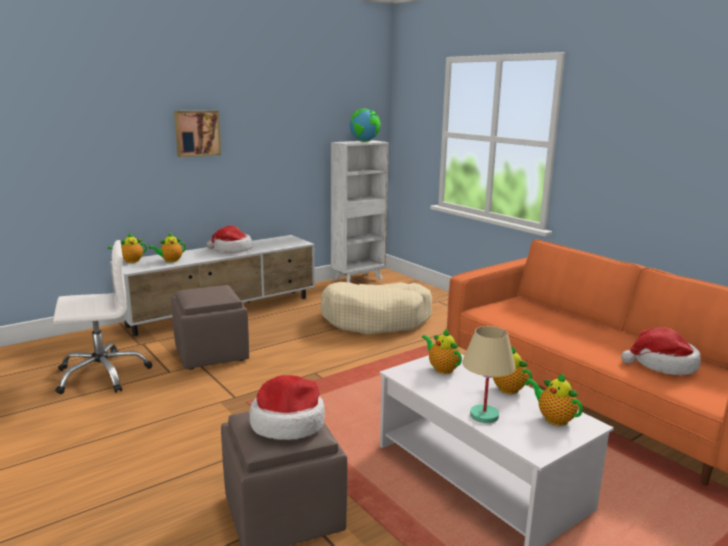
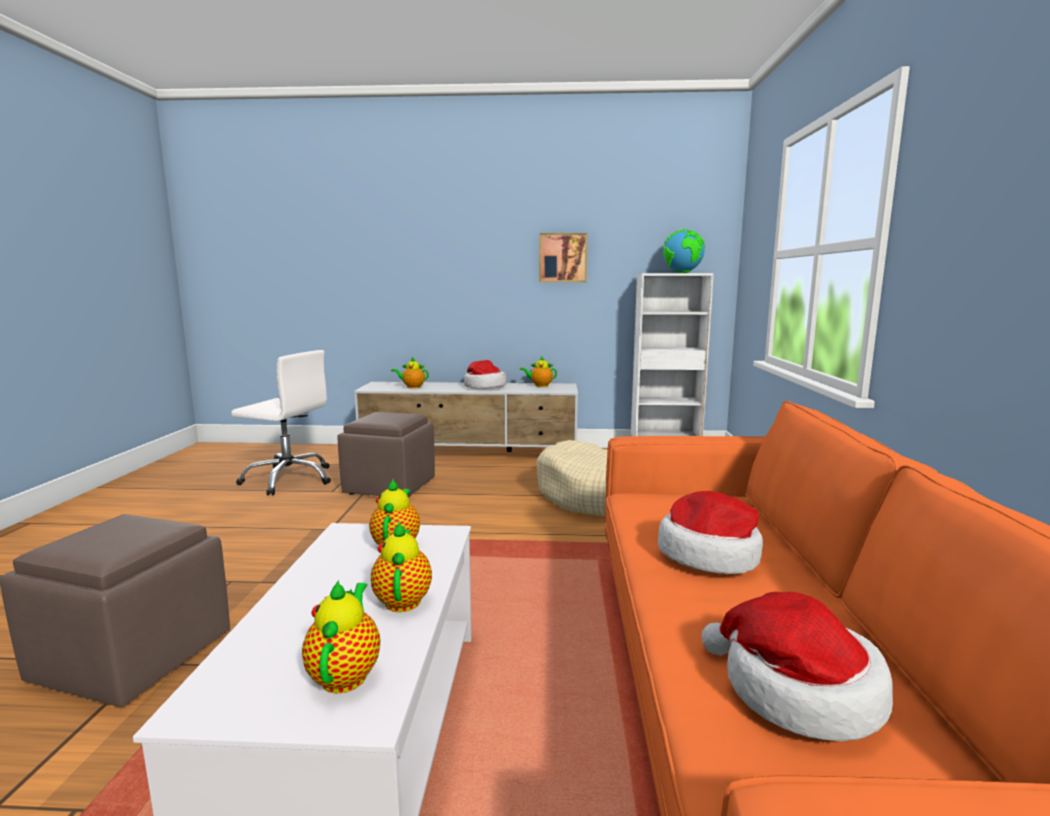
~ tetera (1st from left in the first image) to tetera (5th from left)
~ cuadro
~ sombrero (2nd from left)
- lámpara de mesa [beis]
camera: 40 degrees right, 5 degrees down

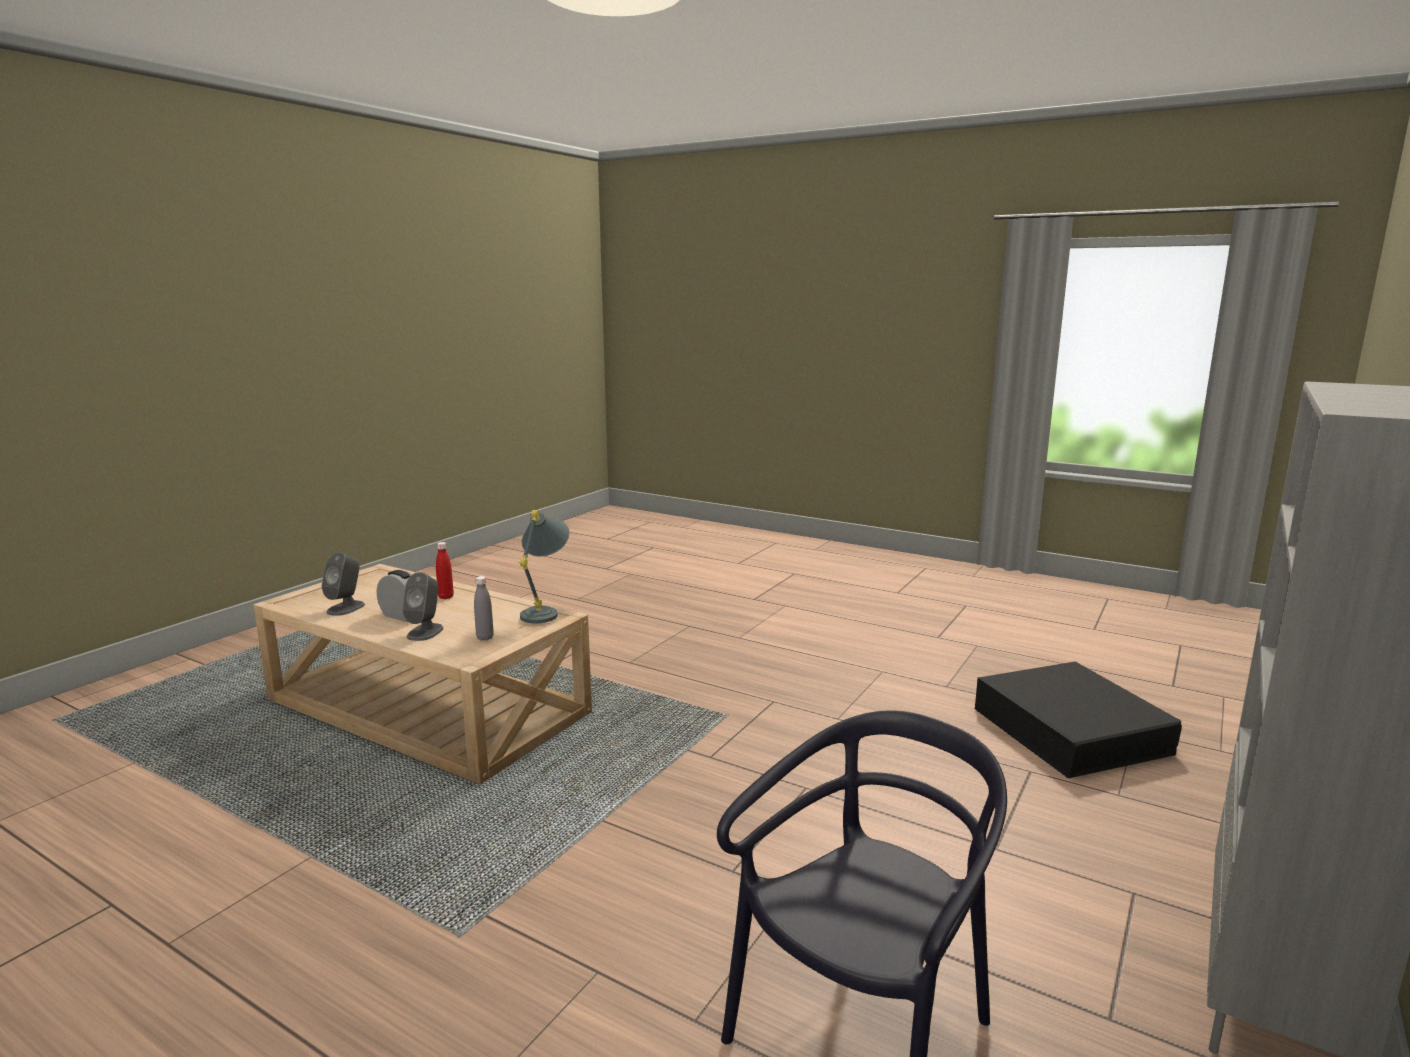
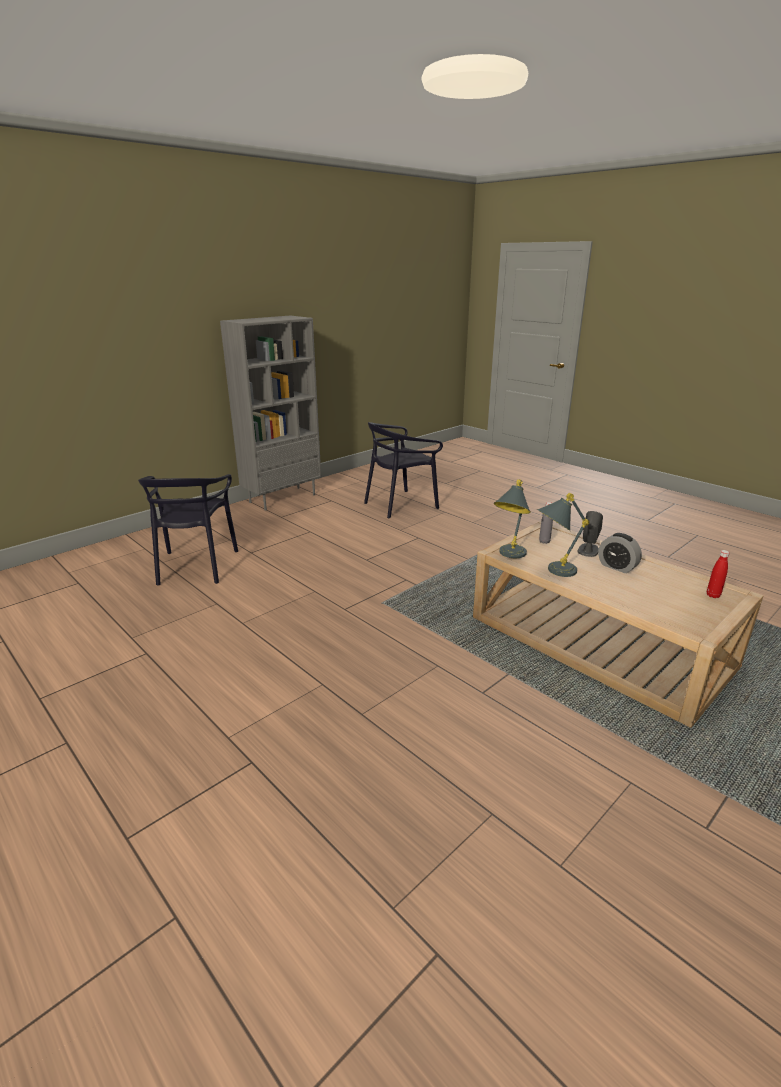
- altavoz [gris] (1st from left)
~ botella [rojo]
~ caja de almacenaje [negro] to silla [negro] (1st from left)
+ lámpara de mesa [gris] (2nd from left)
camera: 165 degrees left, 10 degrees up

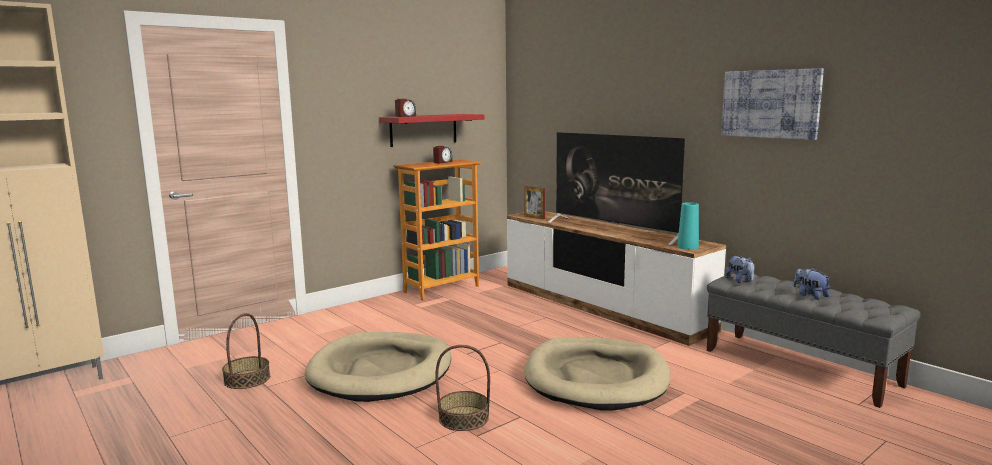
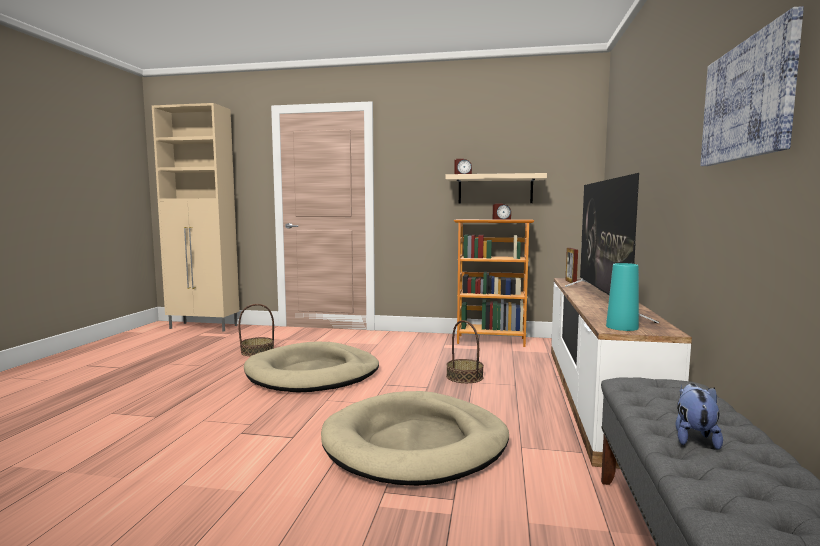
~ estante [rojo] to estante [beis]
~ cesta (2nd from left)
- peluche (1st from left)
camera: 50 degrees right, 5 degrees down

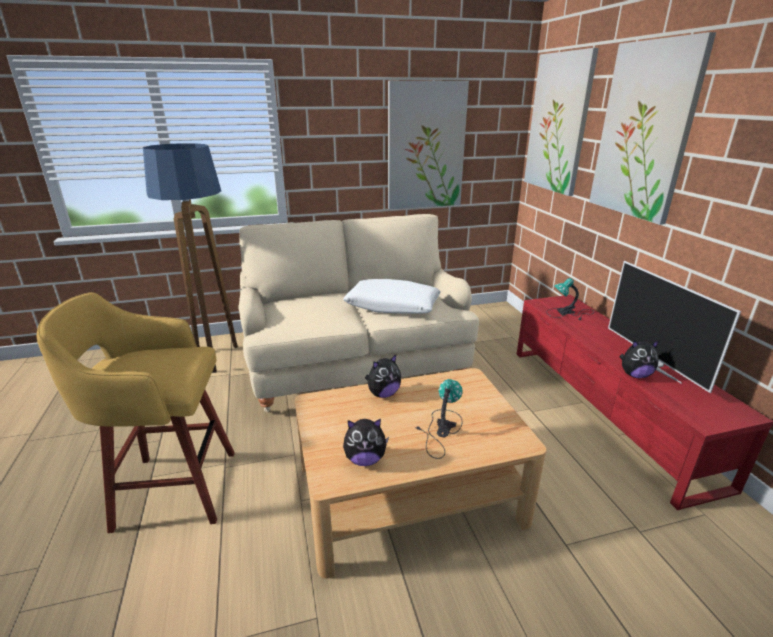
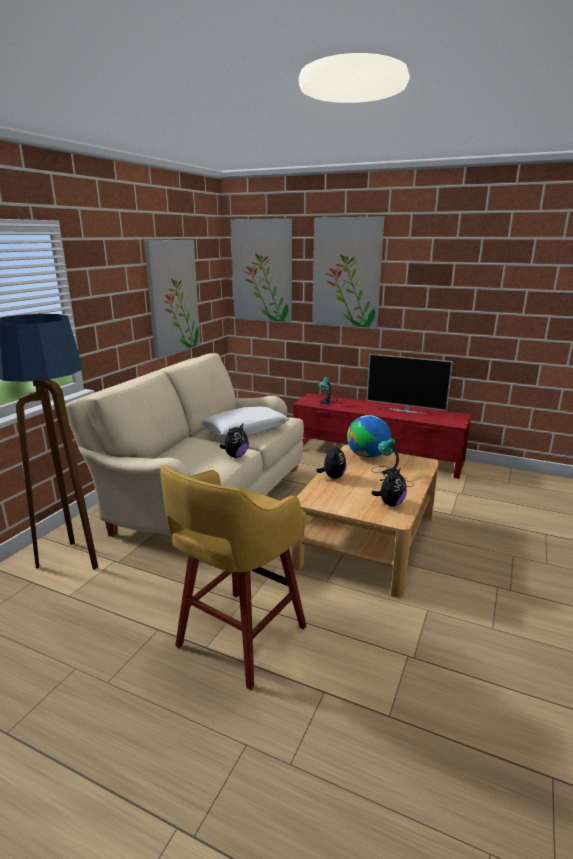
~ peluche (3rd from left in the first image) to peluche (1st from left)
+ globo terráqueo
camera: 50 degrees left, 5 degrees down

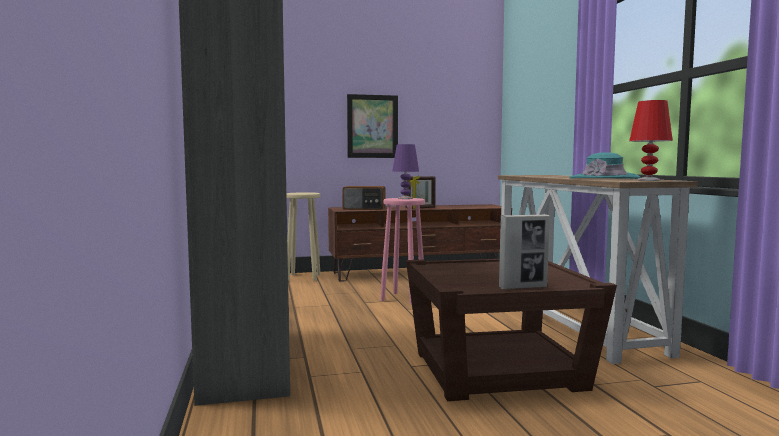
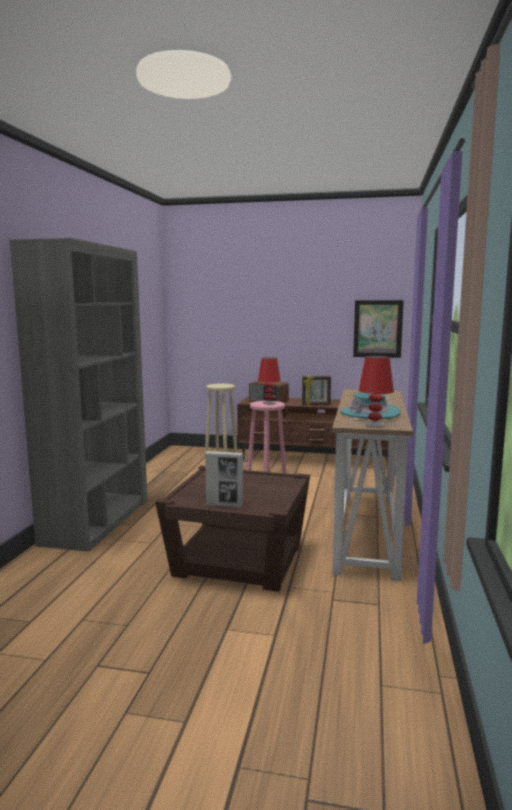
~ cuadro
~ lámpara de mesa [morado] to lámpara de mesa [rojo] (1st from left)
camera: 25 degrees right, 5 degrees up

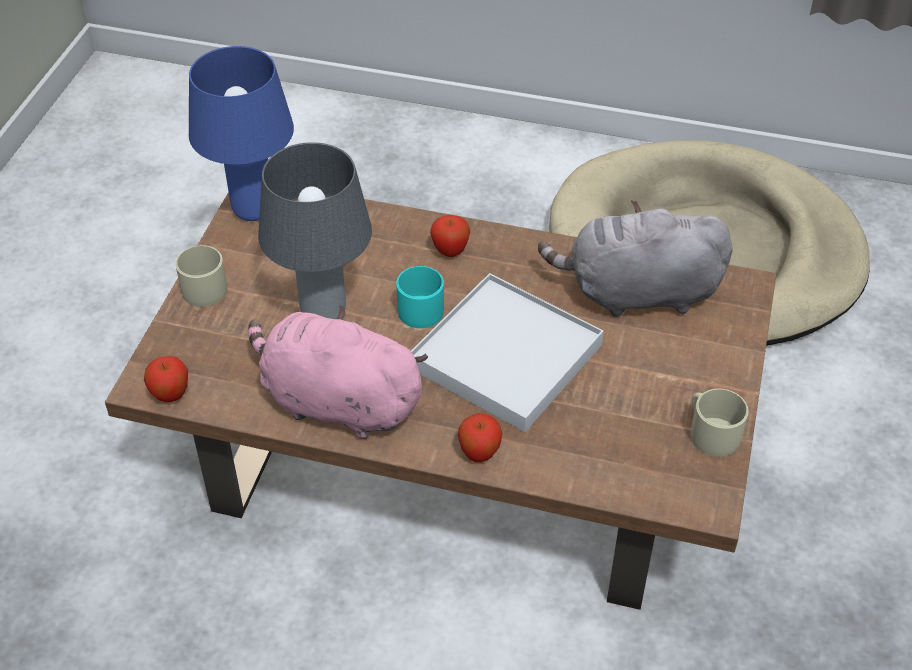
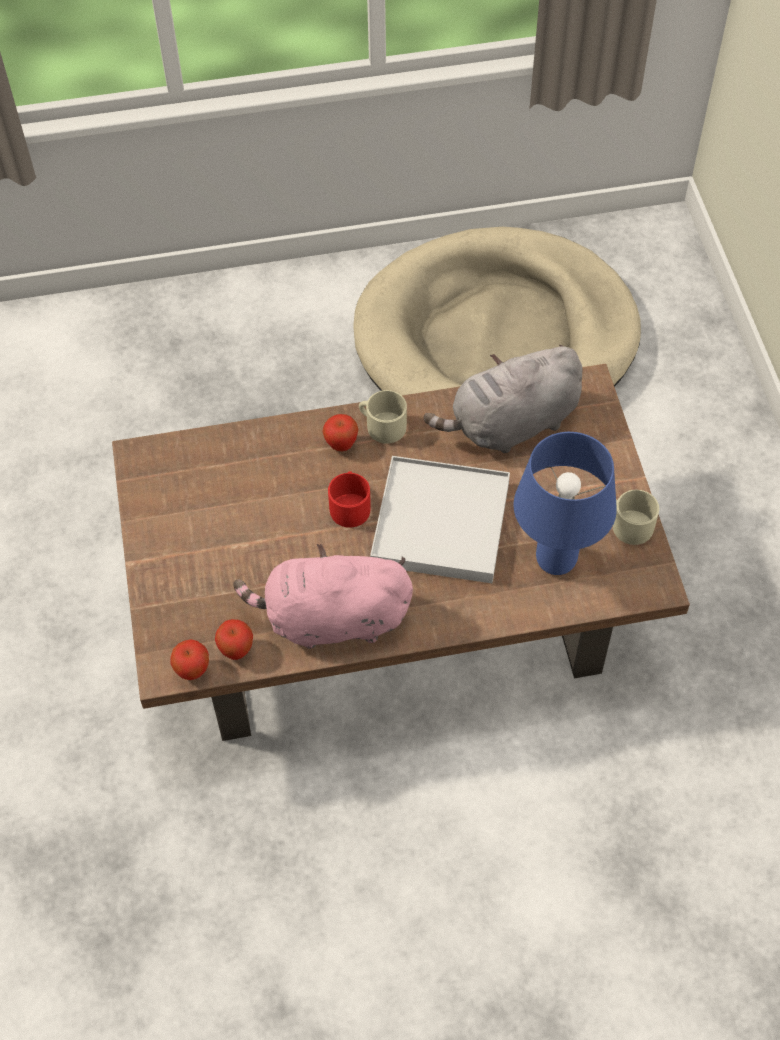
~ taza grande [beis] (1st from left)
~ lámpara de mesa [azul]
- lámpara de mesa [gris]
~ taza grande [turquesa] to taza grande [rojo]
~ manzana (3rd from left in the first image) to manzana (2nd from left)
camera: 25 degrees left, 10 degrees up

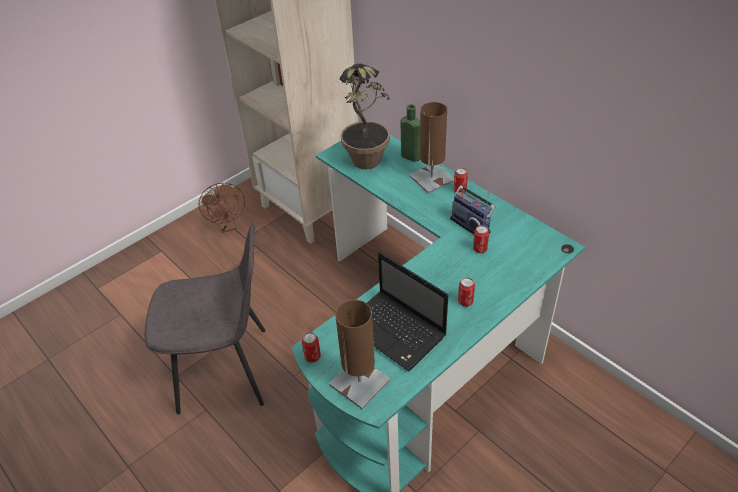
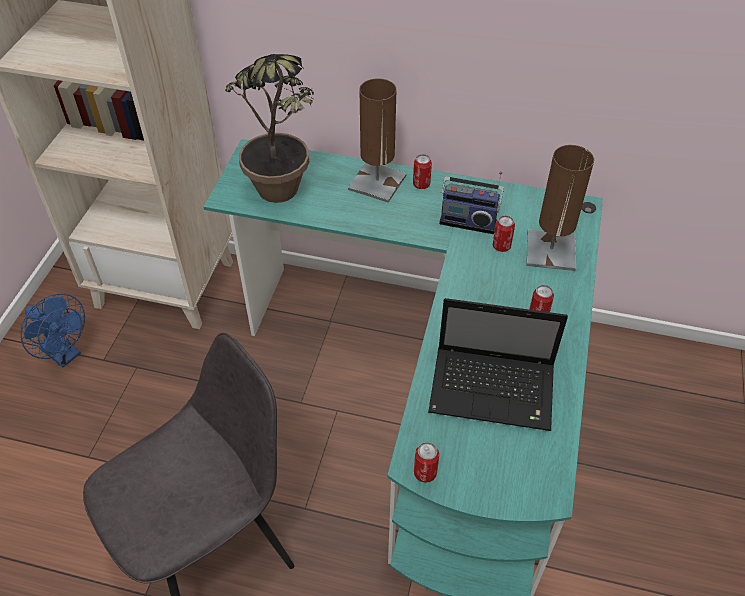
~ ventilador [marrón] to ventilador [azul]
~ lámpara de mesa [marrón] (1st from left in the first image) to lámpara de mesa [marrón] (2nd from left)
- botella [verde]
camera: 35 degrees left, 5 degrees up

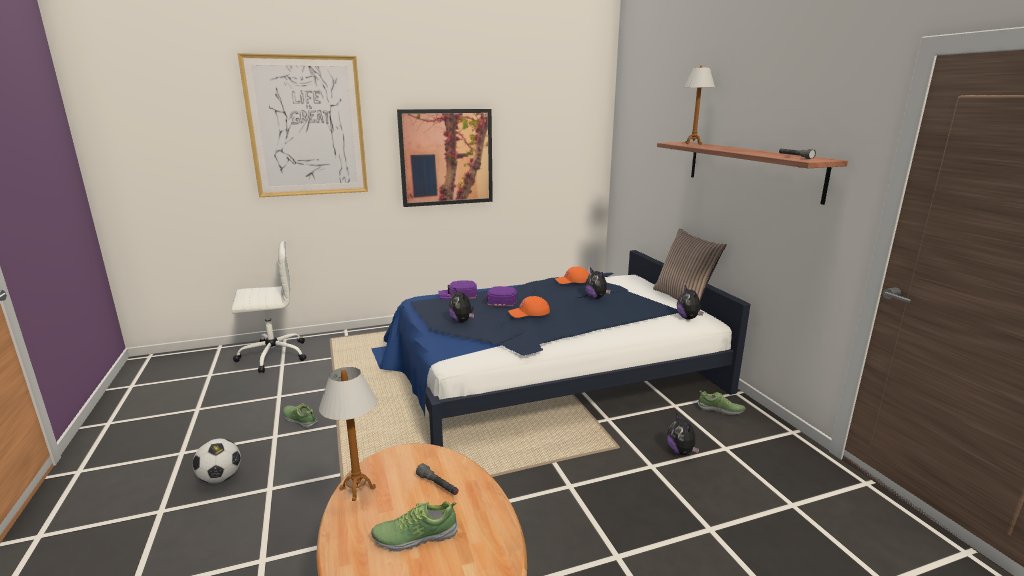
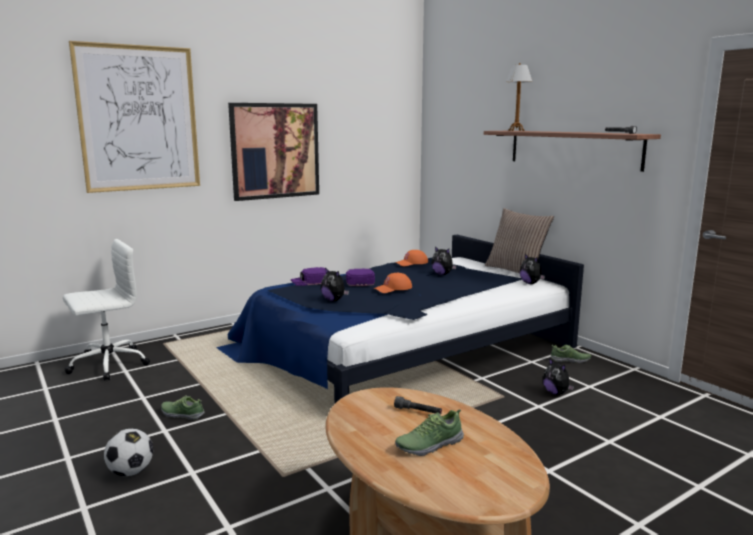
- lámpara de mesa (1st from left)
camera: 15 degrees left, 5 degrees down

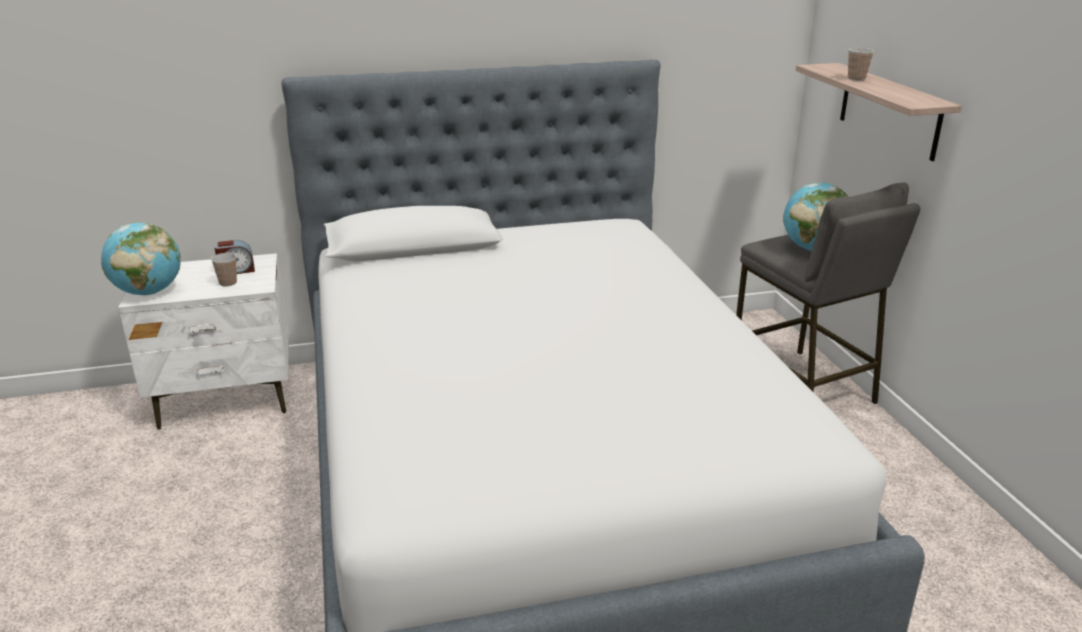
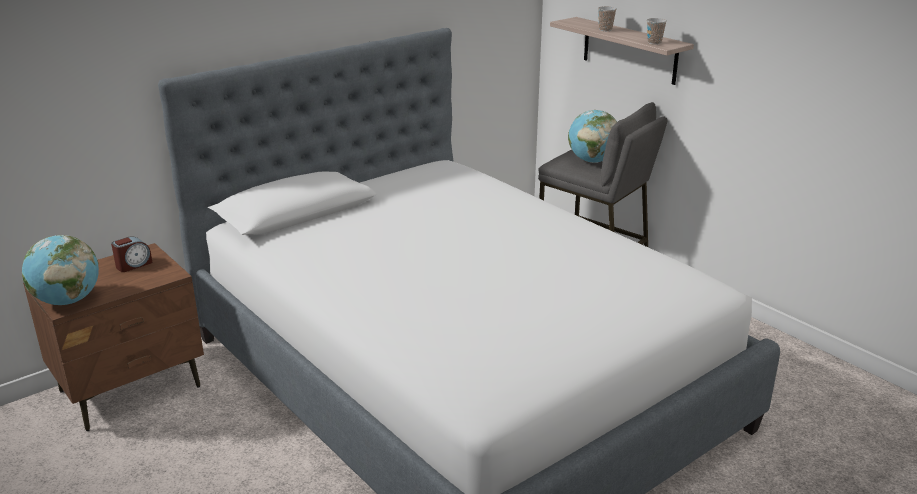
~ mesita de noche [blanco] to mesita de noche [marrón]
~ taza (1st from left in the first image) to taza (2nd from left)
camera: 25 degrees left, 0 degrees up

